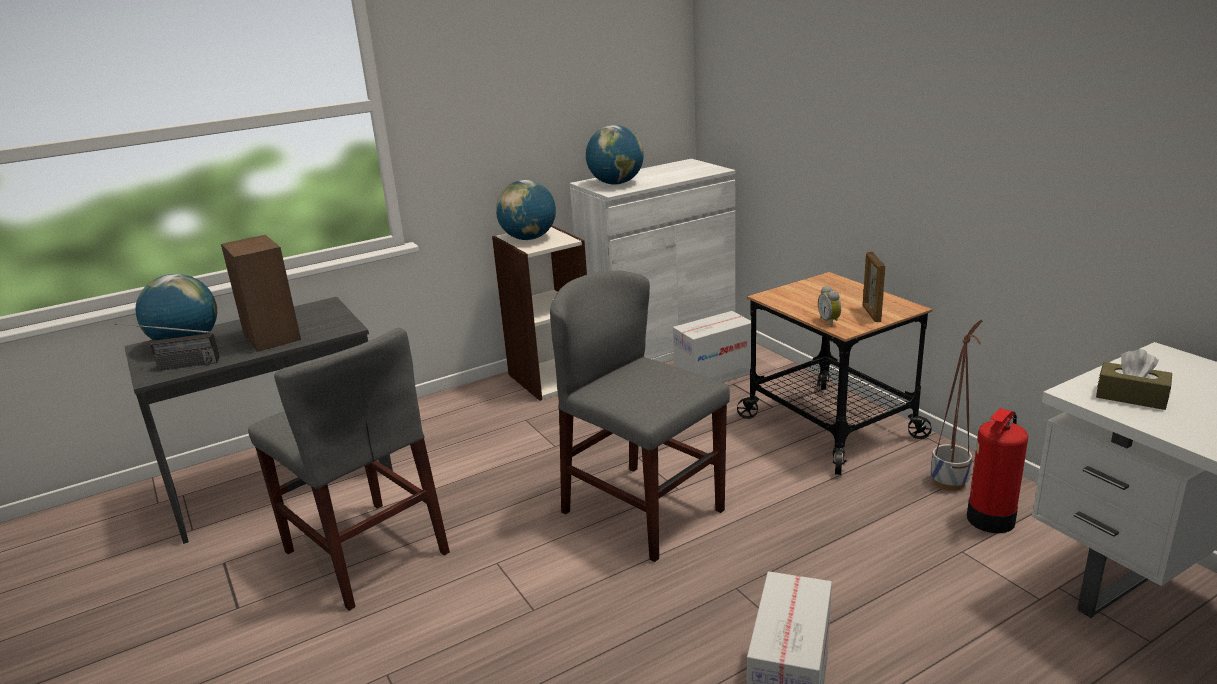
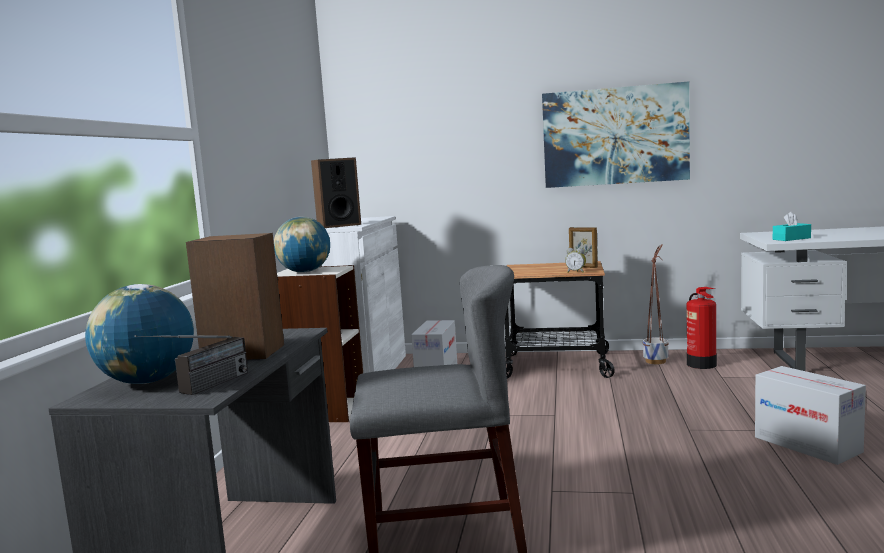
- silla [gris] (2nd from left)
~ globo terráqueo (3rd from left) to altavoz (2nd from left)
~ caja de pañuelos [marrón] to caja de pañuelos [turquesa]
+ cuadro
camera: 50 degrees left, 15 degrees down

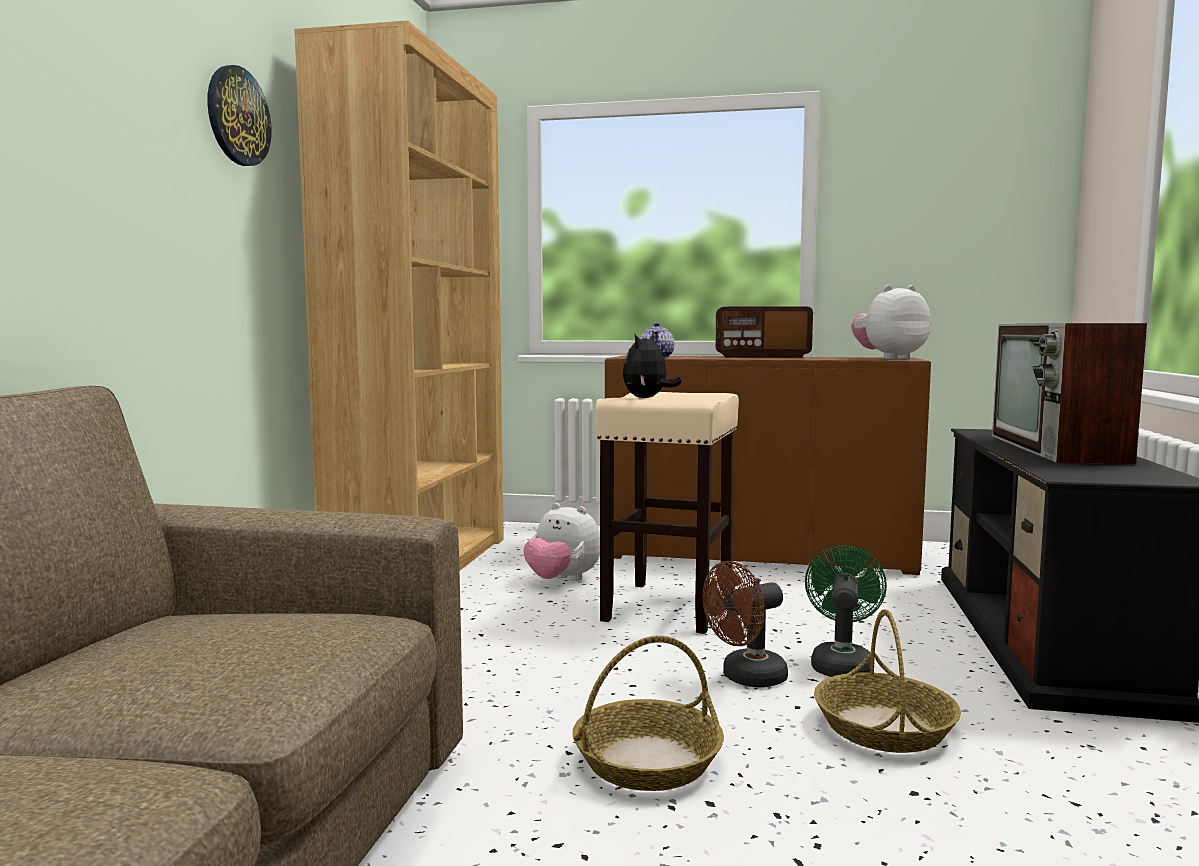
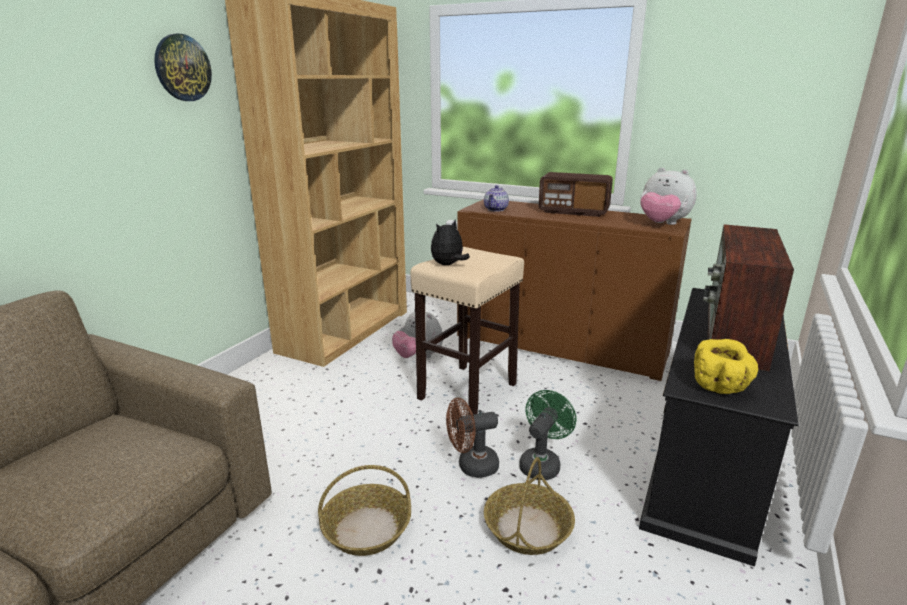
~ peluche (3rd from left) 135 degrees counterclockwise
+ cuenco [amarillo]
camera: 15 degrees right, 15 degrees up

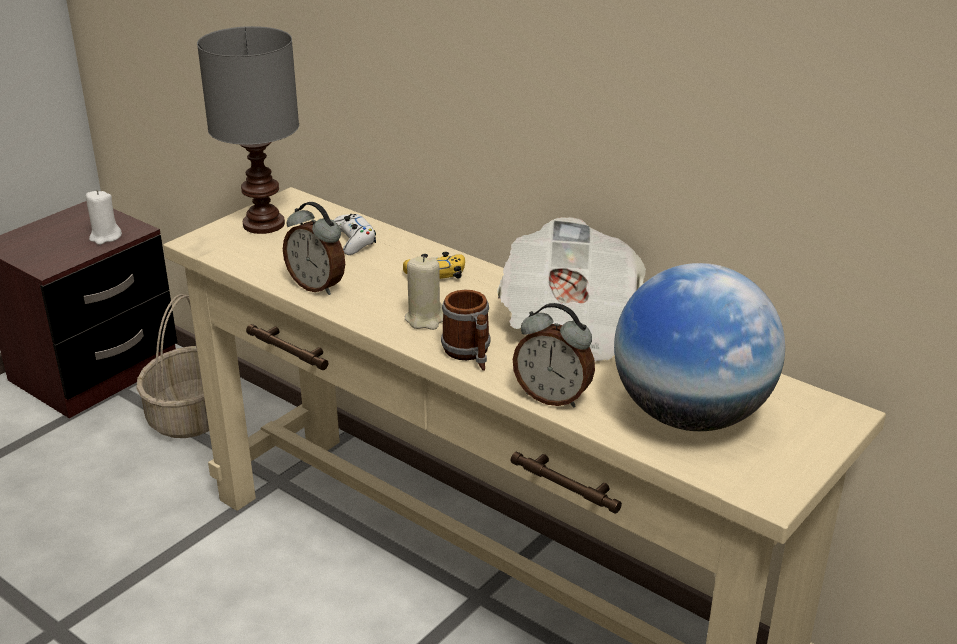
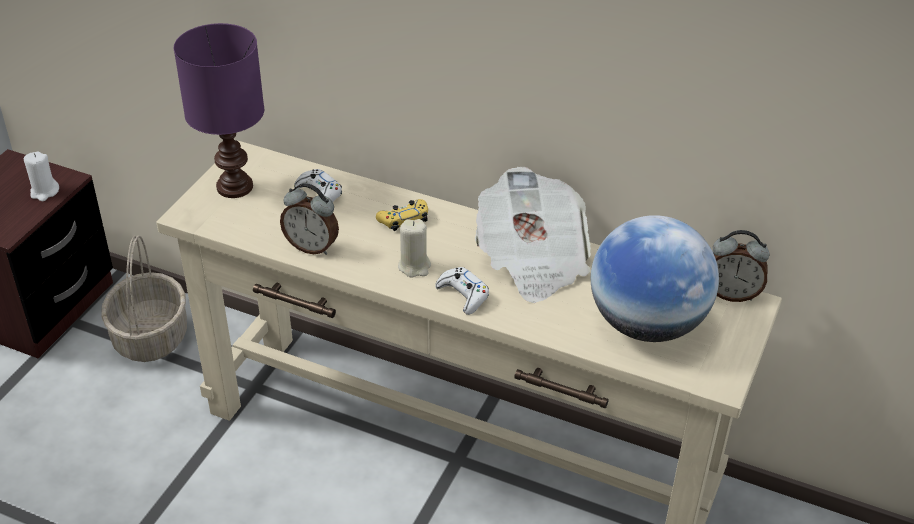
~ lámpara de mesa [gris] to lámpara de mesa [morado]
~ taza grande to mando de consola [blanco] (2nd from left)
~ despertador (2nd from left)
camera: 15 degrees left, 10 degrees up

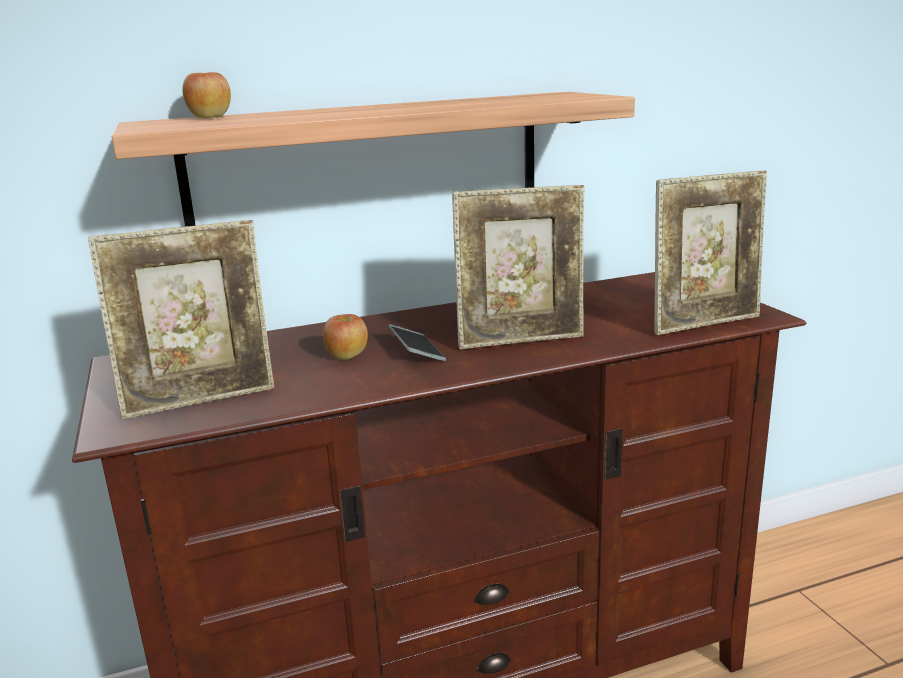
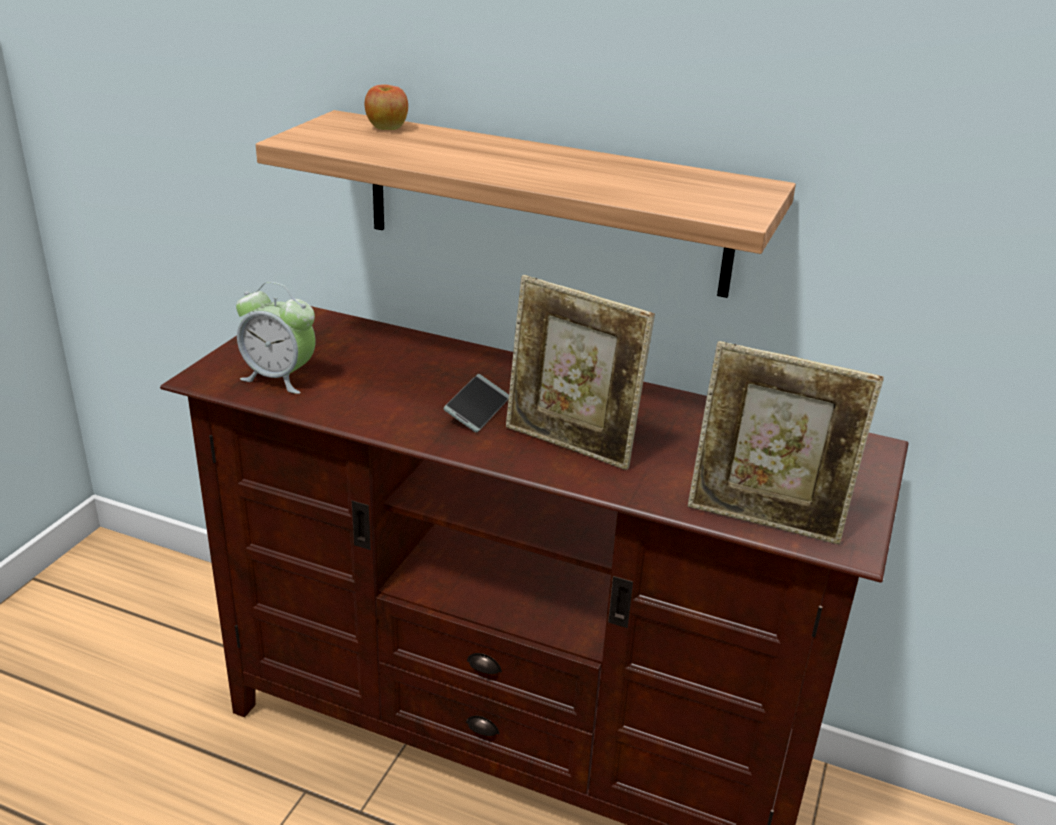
~ portarretratos (1st from left) to despertador
- manzana (2nd from left)
camera: 40 degrees right, 10 degrees up

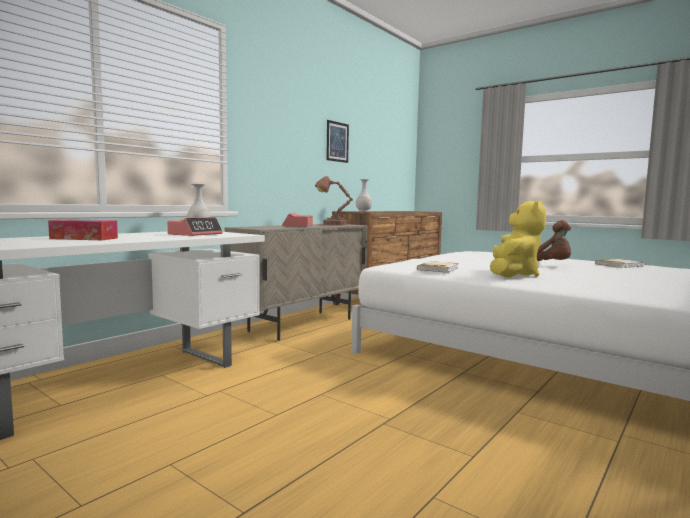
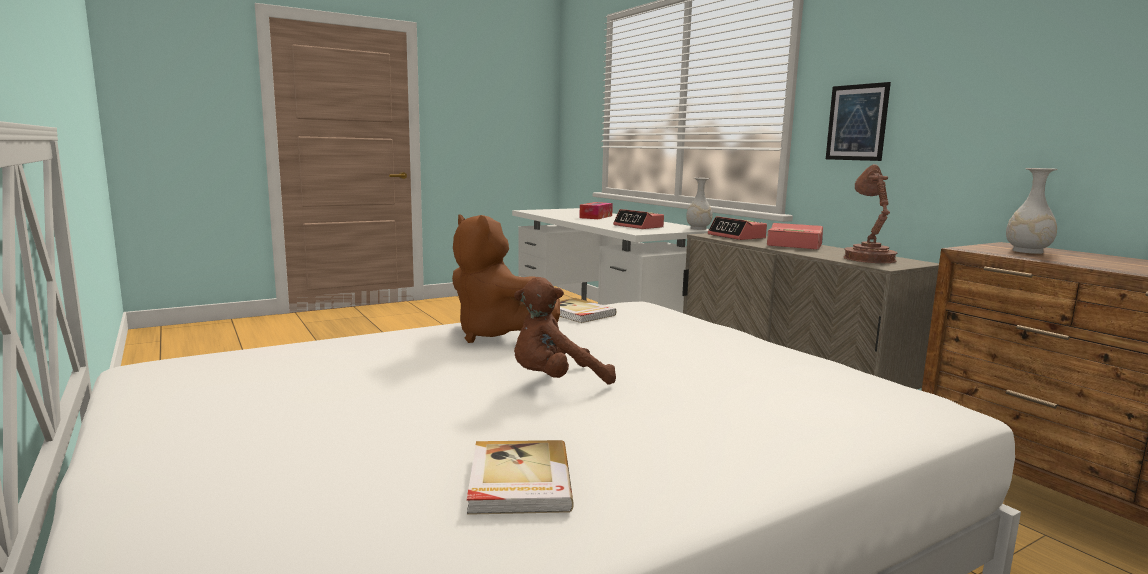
~ cuadro
~ peluche [amarillo] to peluche [marrón] (1st from left)
+ despertador (2nd from left)
camera: 110 degrees right, 5 degrees up

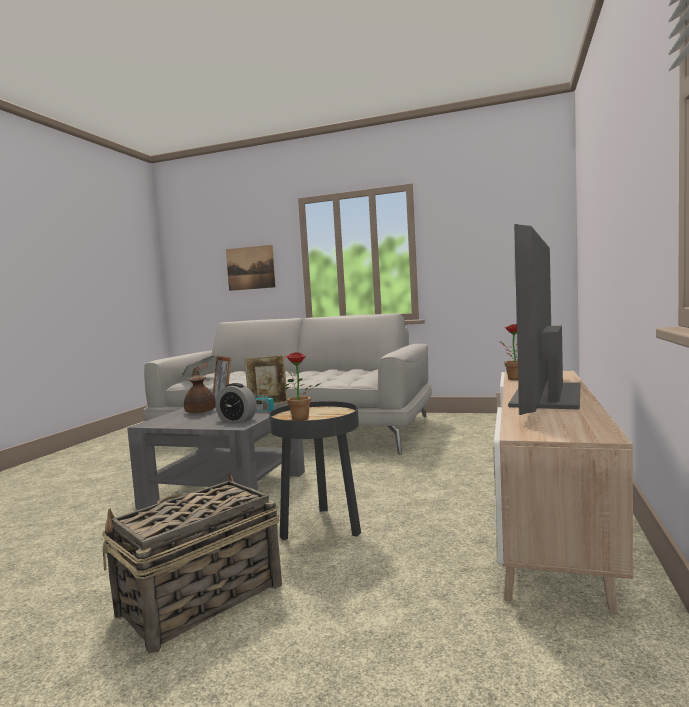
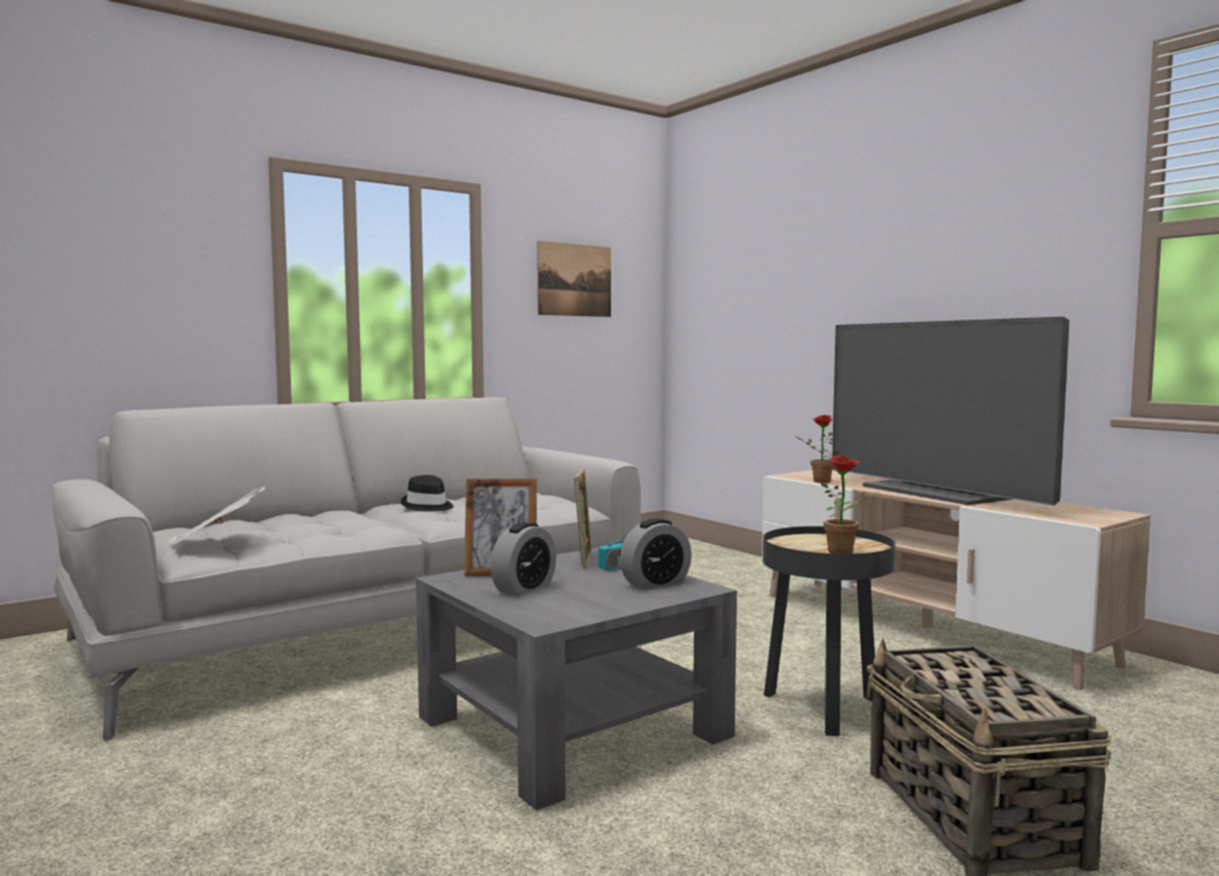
~ tetera [marrón] to despertador (1st from left)
~ cuadro
+ sombrero [negro]
camera: 55 degrees left, 0 degrees up

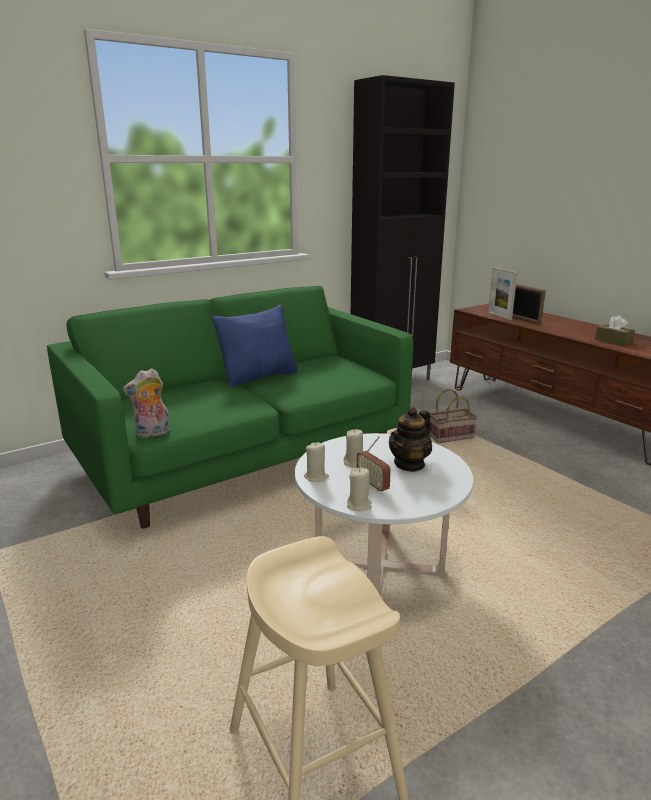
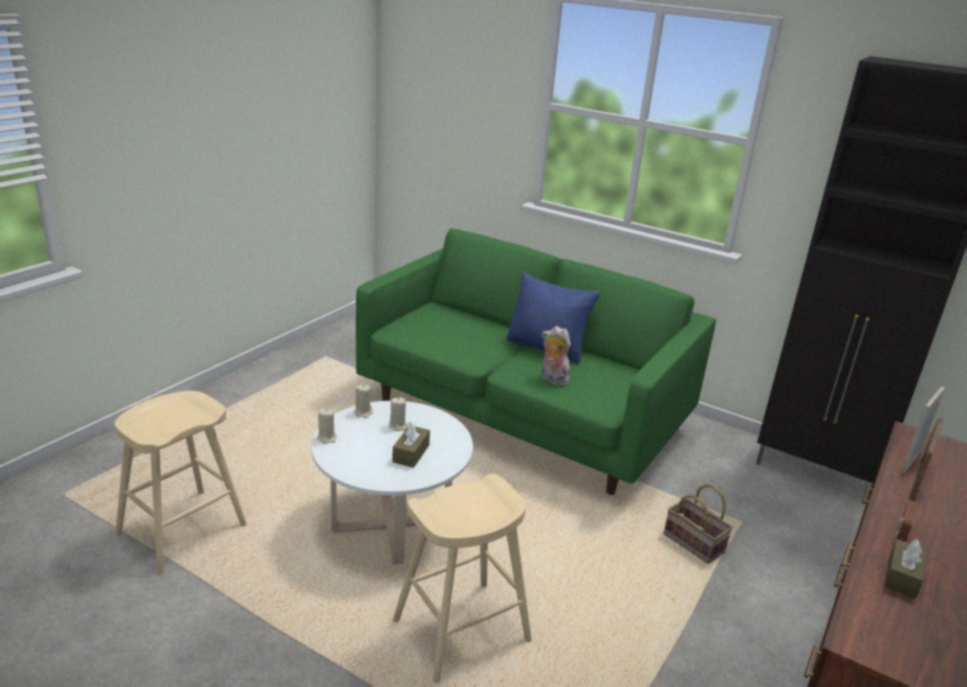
~ peluche
~ radio
~ tetera to caja de pañuelos [marrón] (1st from left)
+ taburete [beis] (2nd from left)
camera: 65 degrees right, 5 degrees up

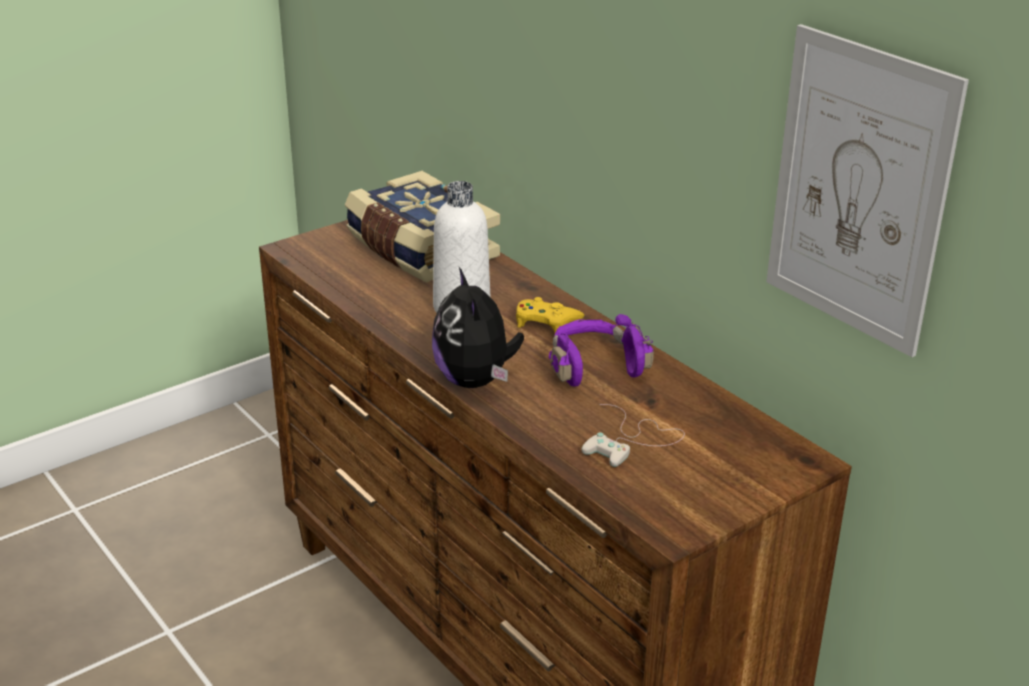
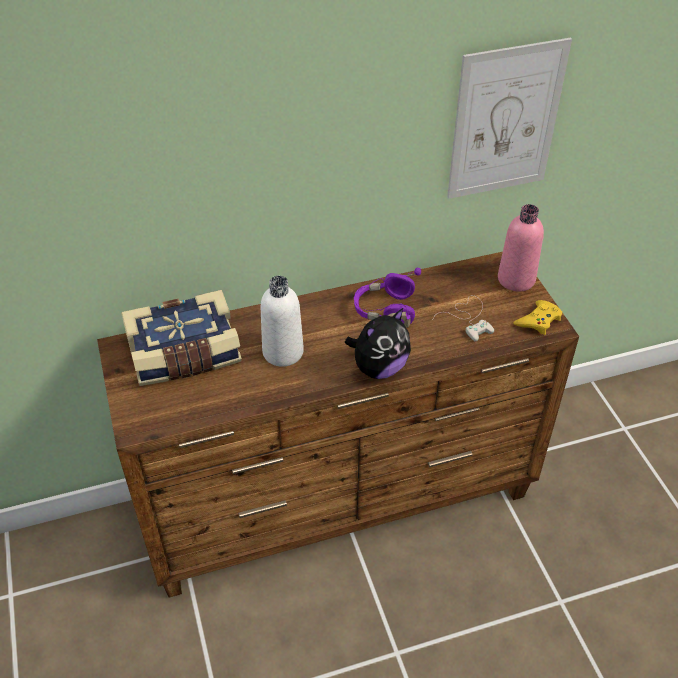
~ peluche 45 degrees counterclockwise
~ mando de consola [amarillo]
+ botella [rosa]
camera: 70 degrees left, 15 degrees up

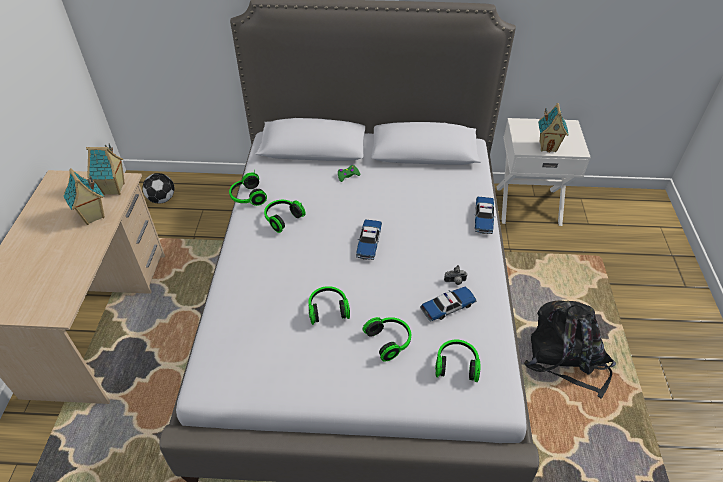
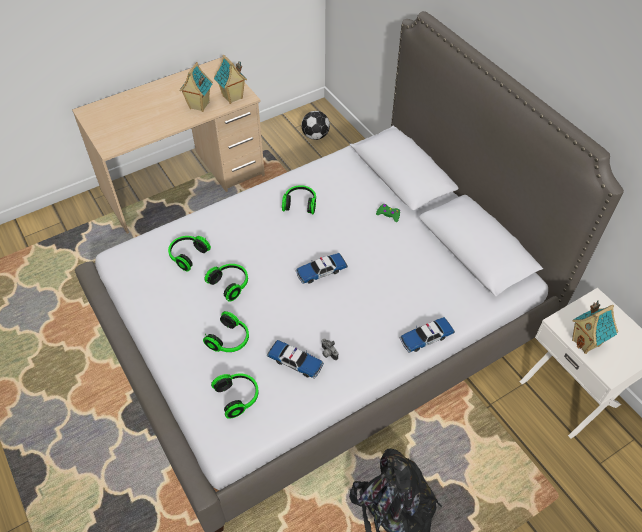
~ auriculares (1st from left)
camera: 55 degrees right, 5 degrees up

